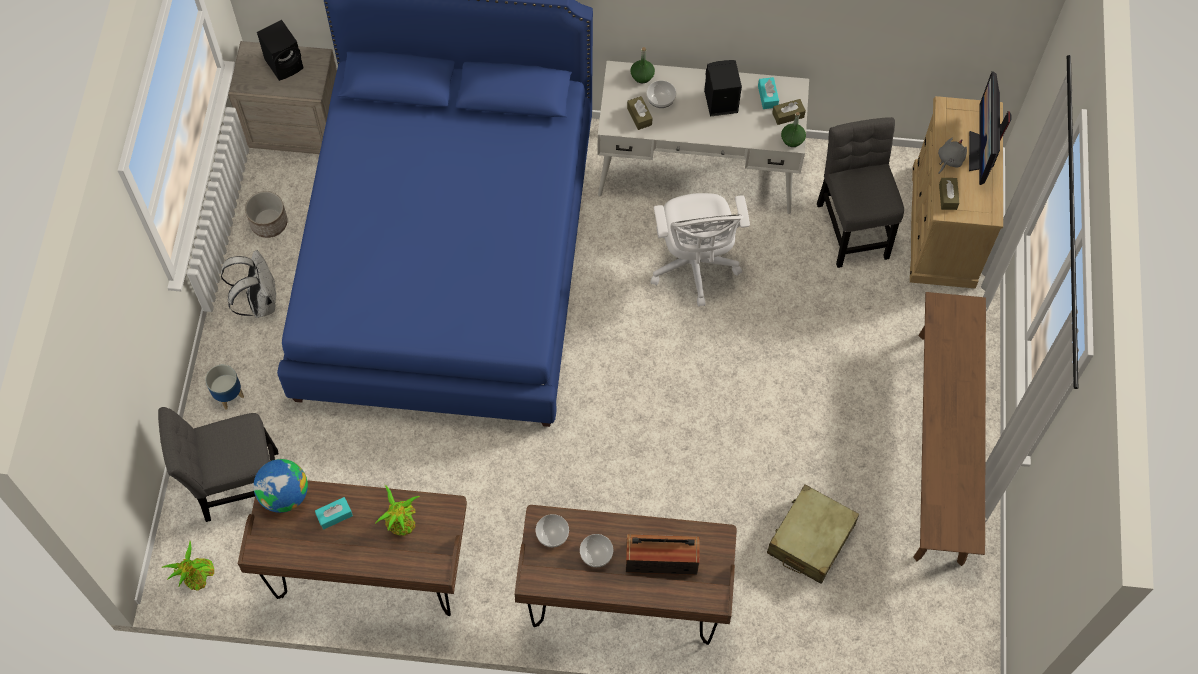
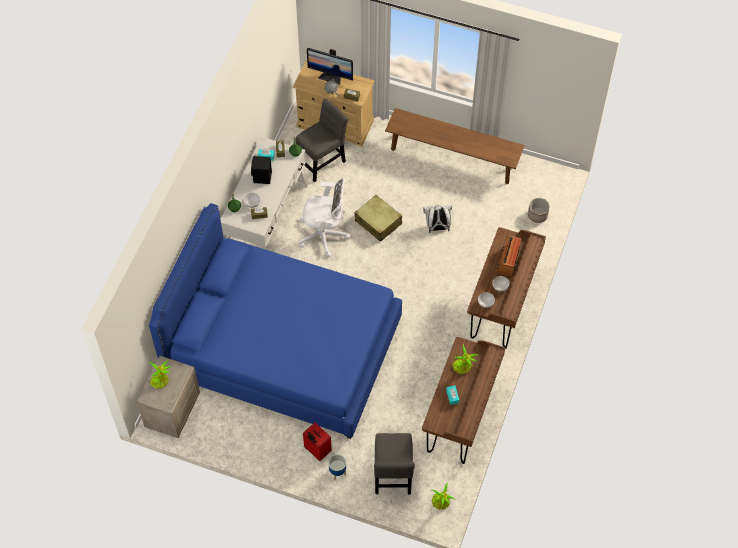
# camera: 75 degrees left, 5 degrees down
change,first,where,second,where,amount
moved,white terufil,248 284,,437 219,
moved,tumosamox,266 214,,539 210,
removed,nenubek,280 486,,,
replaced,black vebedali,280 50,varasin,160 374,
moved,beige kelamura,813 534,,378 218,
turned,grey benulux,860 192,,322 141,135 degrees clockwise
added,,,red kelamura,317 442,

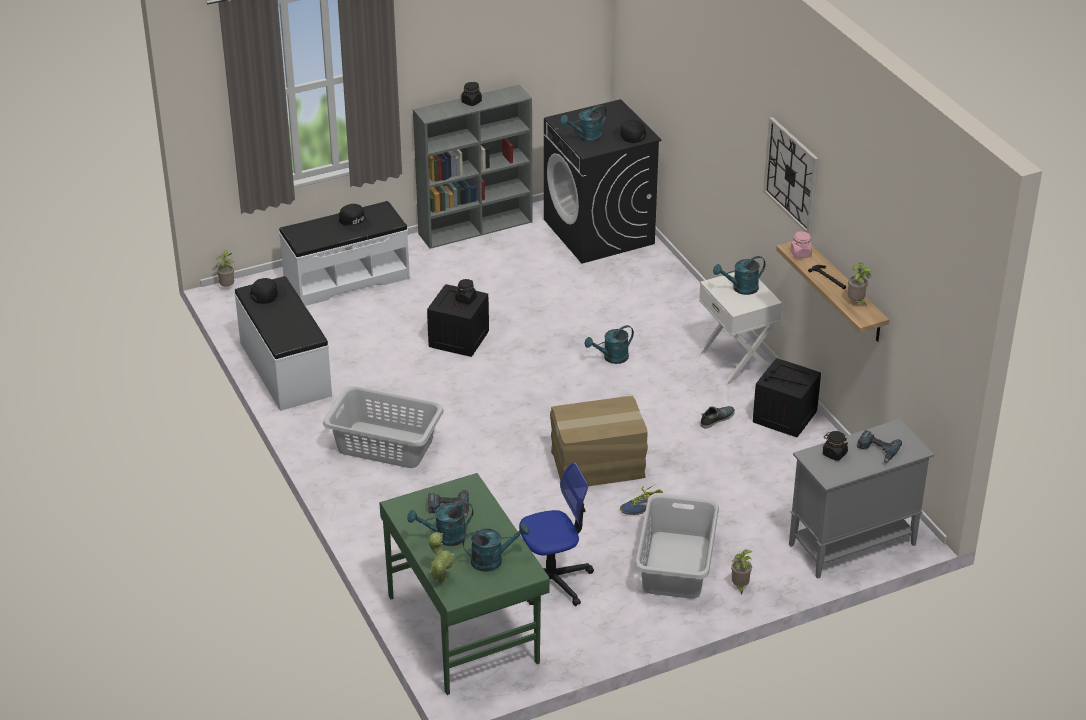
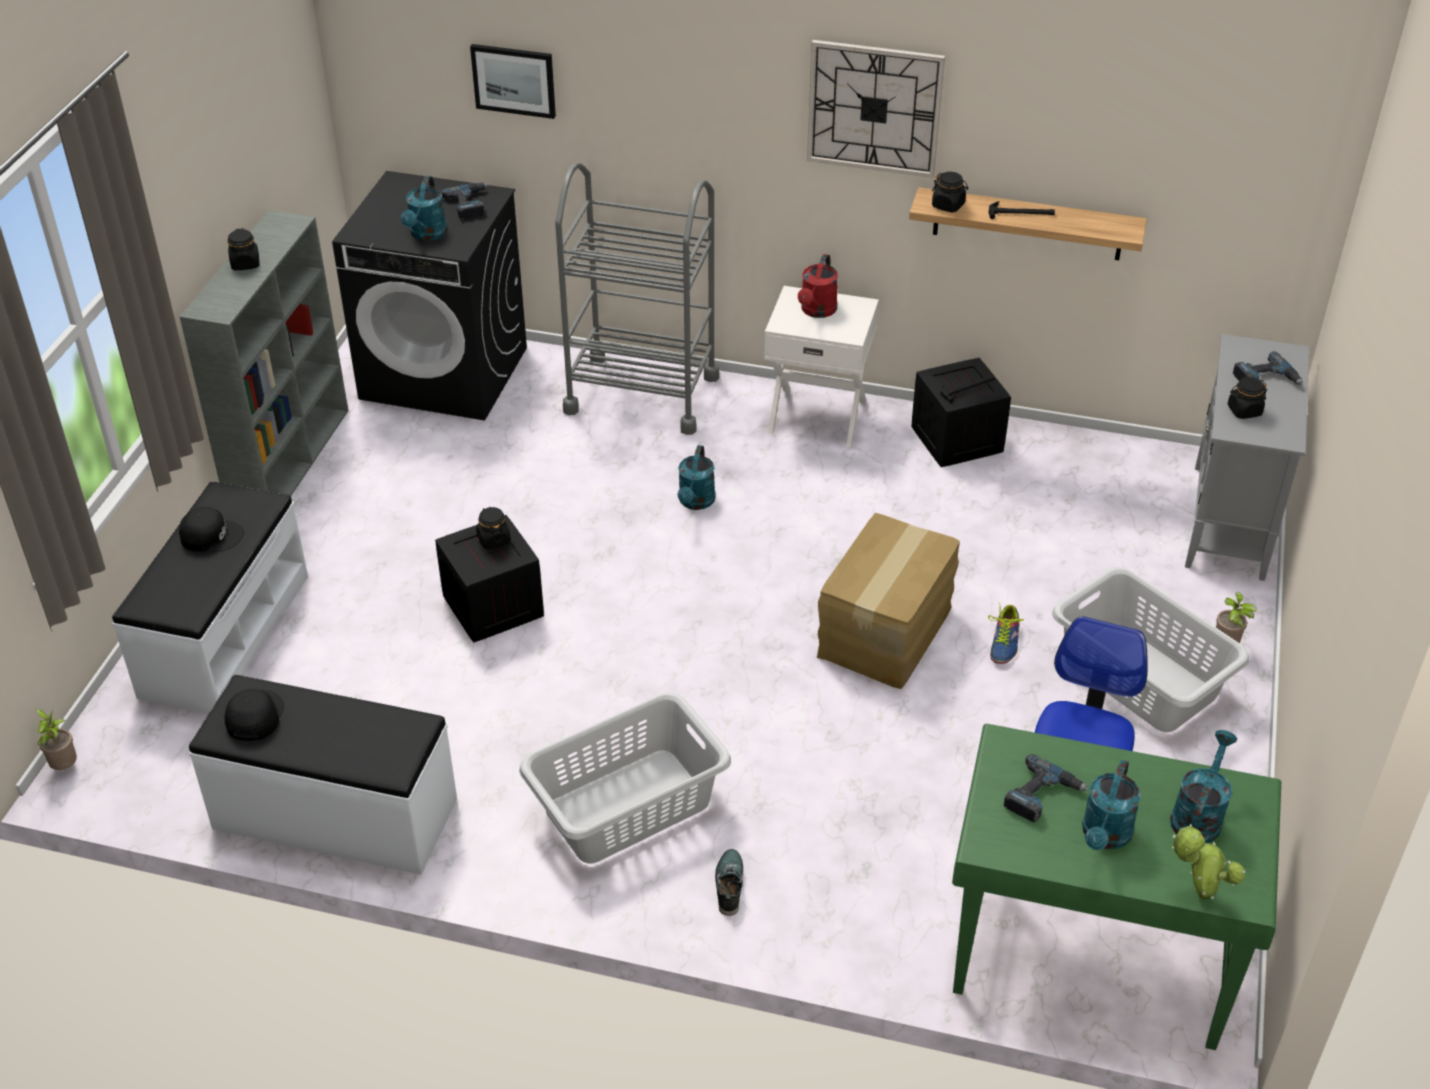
# camera: 50 degrees left, 5 degrees up
change,first,where,second,where,amount
replaced,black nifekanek,629 131,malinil,465 201,
moved,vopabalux,717 417,,729 882,
recoloured,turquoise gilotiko,739 275,red gilotiko,818 286,
recoloured,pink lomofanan,801 244,black lomofanan,950 192,
removed,varasin,860 284,,,
added,,,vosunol,513 81,
added,,,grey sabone,637 298,

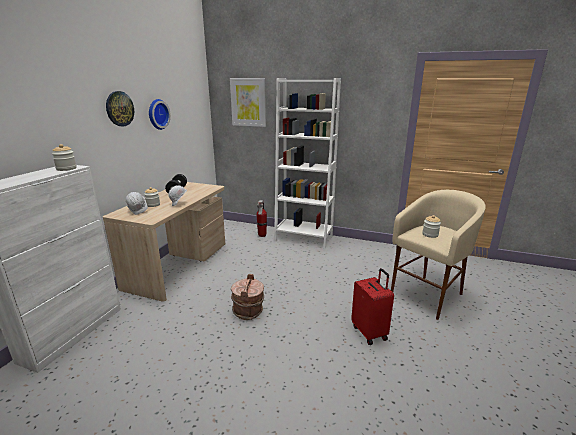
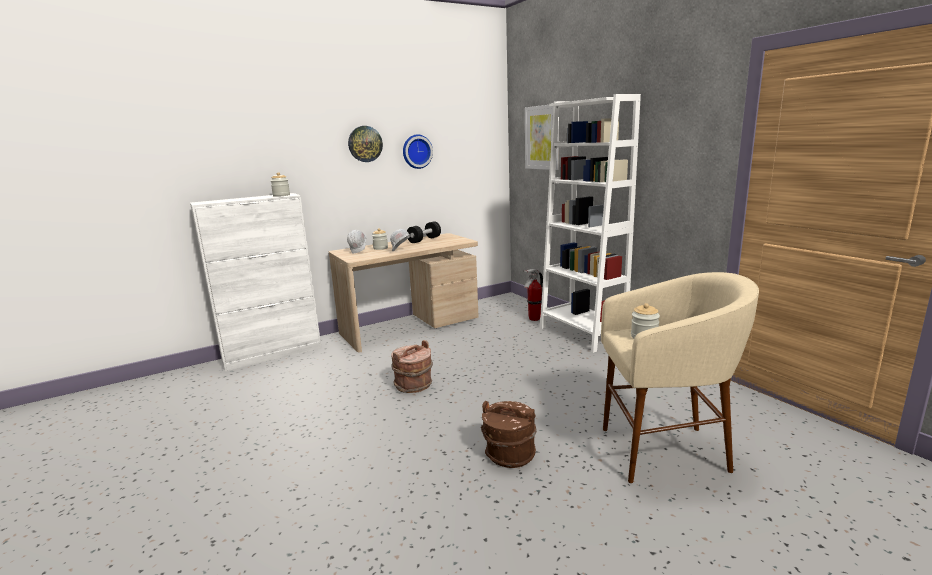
# camera: 40 degrees right, 5 degrees down
change,first,where,second,where,amount
replaced,red kelamura,372 306,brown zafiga,509 434,

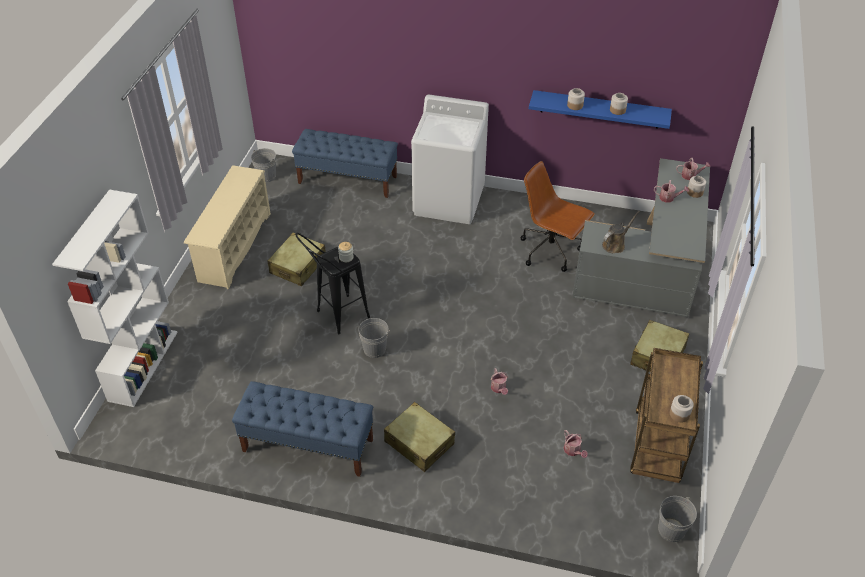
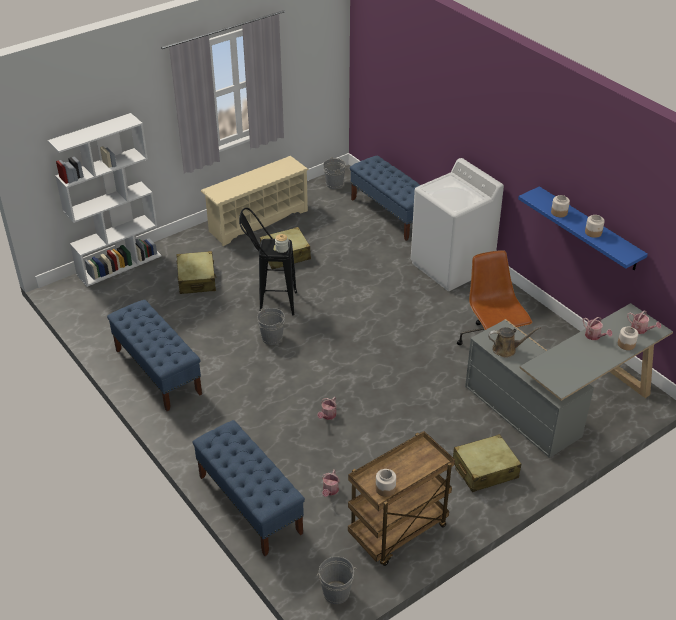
# camera: 40 degrees right, 5 degrees down
change,first,where,second,where,amount
moved,beige kelamura,419 437,,196 272,
added,,,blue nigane,248 488,

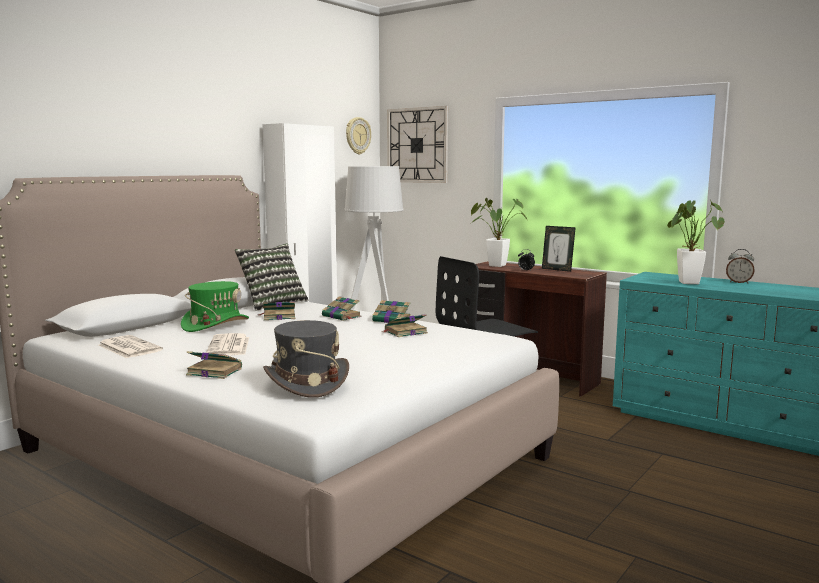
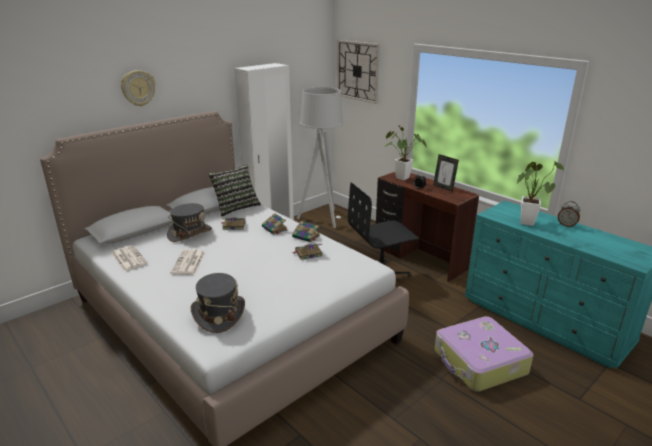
# camera: 10 degrees right, 15 degrees up
change,first,where,second,where,amount
recoloured,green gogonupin,215 306,grey gogonupin,189 222,
removed,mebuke,214 365,,,
moved,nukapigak,358 136,,138 88,
added,,,kelamura,484 354,

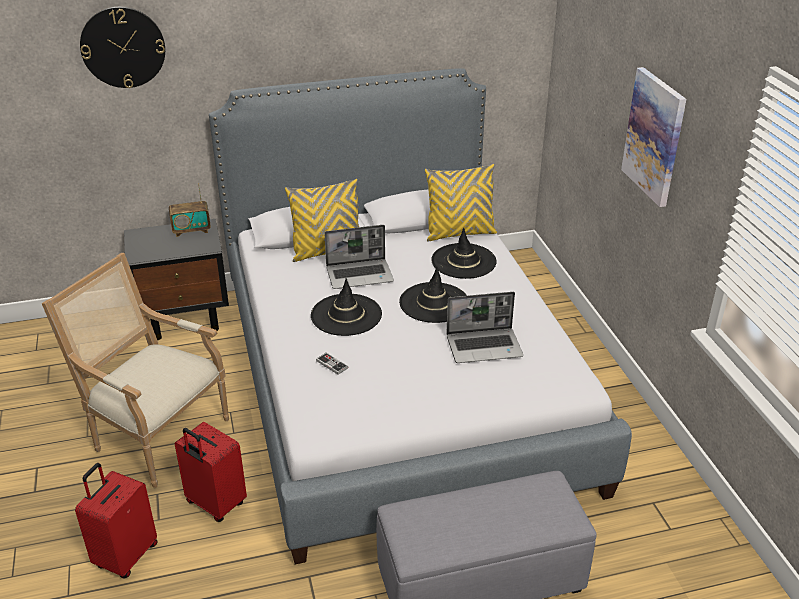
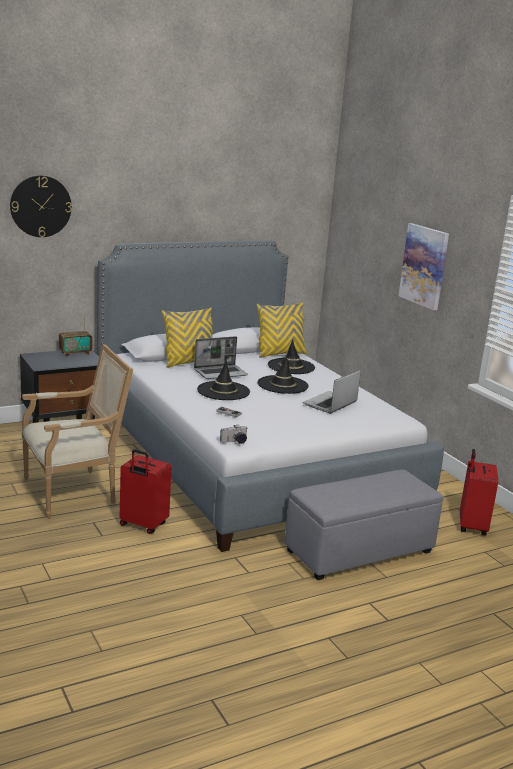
# camera: 15 degrees left, 15 degrees down
change,first,where,second,where,amount
turned,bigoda,135 370,,77 431,135 degrees clockwise
moved,red kelamura,116 521,,479 492,
turned,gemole,484 327,,332 391,150 degrees clockwise
added,,,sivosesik,233 434,

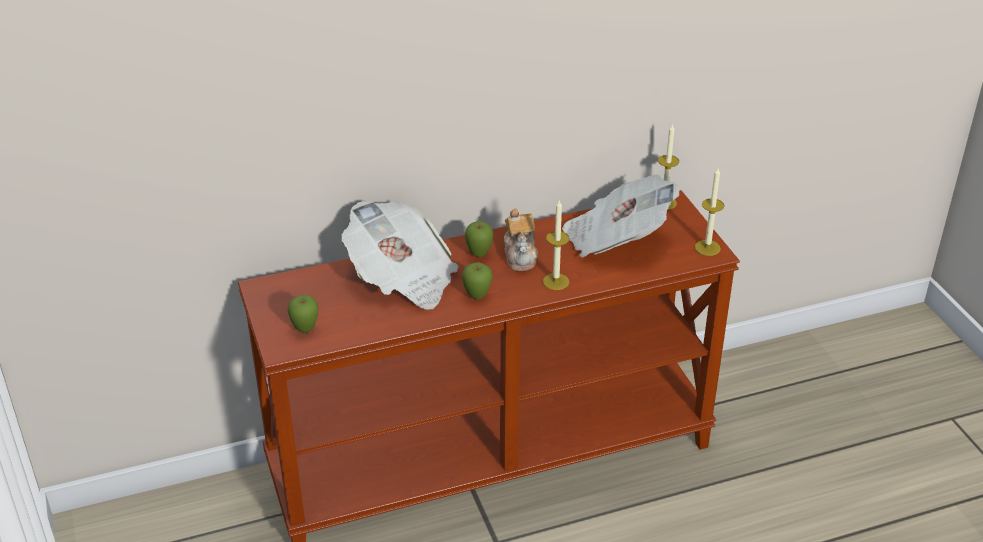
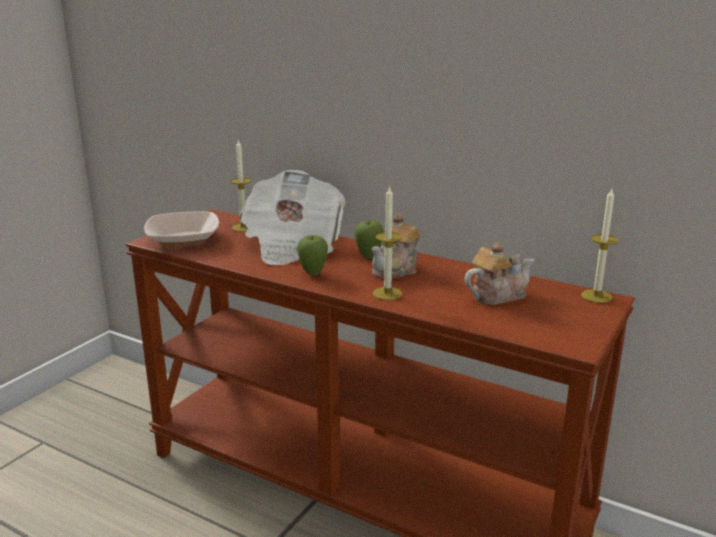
# camera: 50 degrees right, 15 degrees down
change,first,where,second,where,amount
replaced,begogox,302 314,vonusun,181 229,
replaced,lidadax,620 216,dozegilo,499 273,
moved,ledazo,709 212,,241 186,

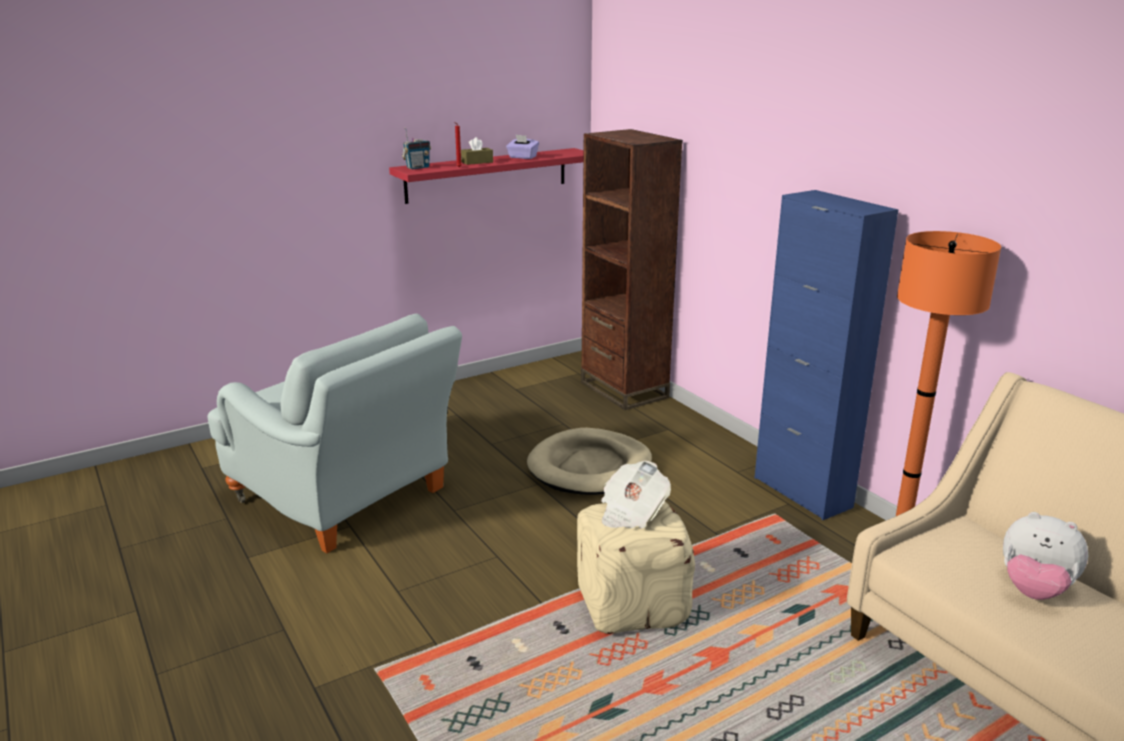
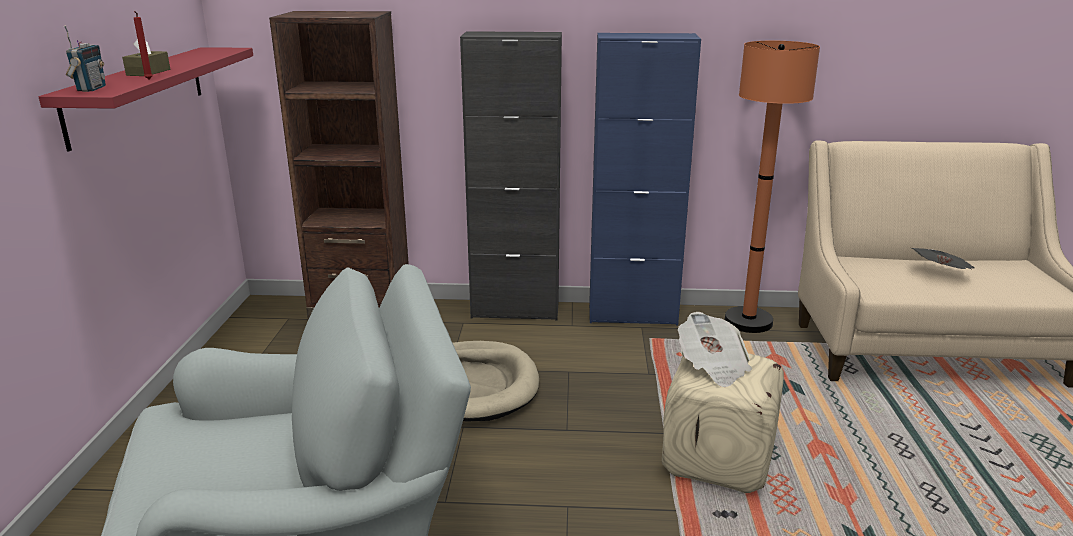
# camera: 55 degrees left, 0 degrees up
change,first,where,second,where,amount
removed,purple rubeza,522 146,,,
replaced,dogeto,1045 556,lidadax,943 259,
added,,,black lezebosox,511 176,

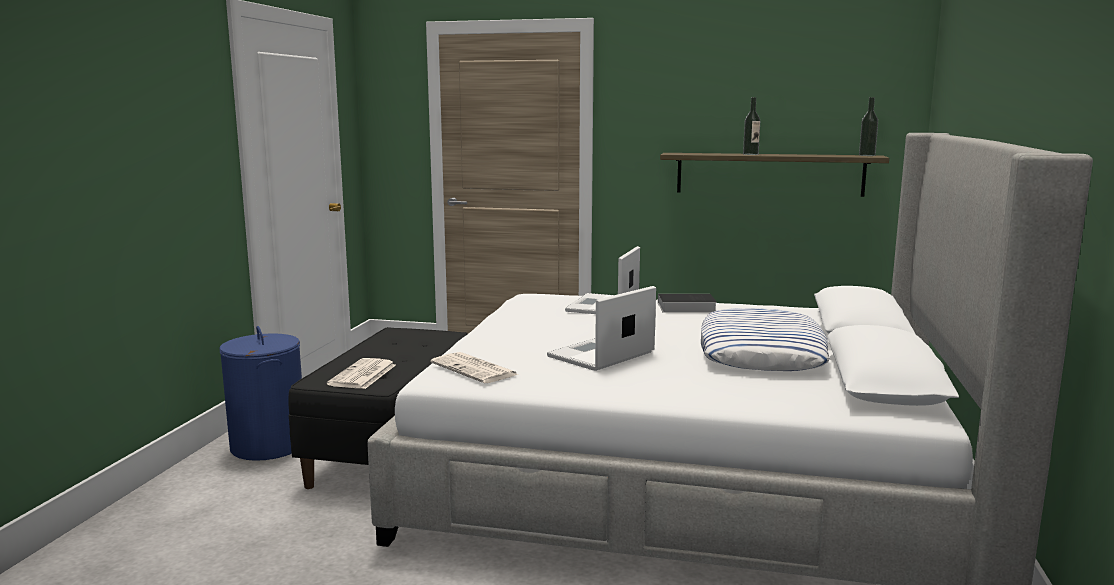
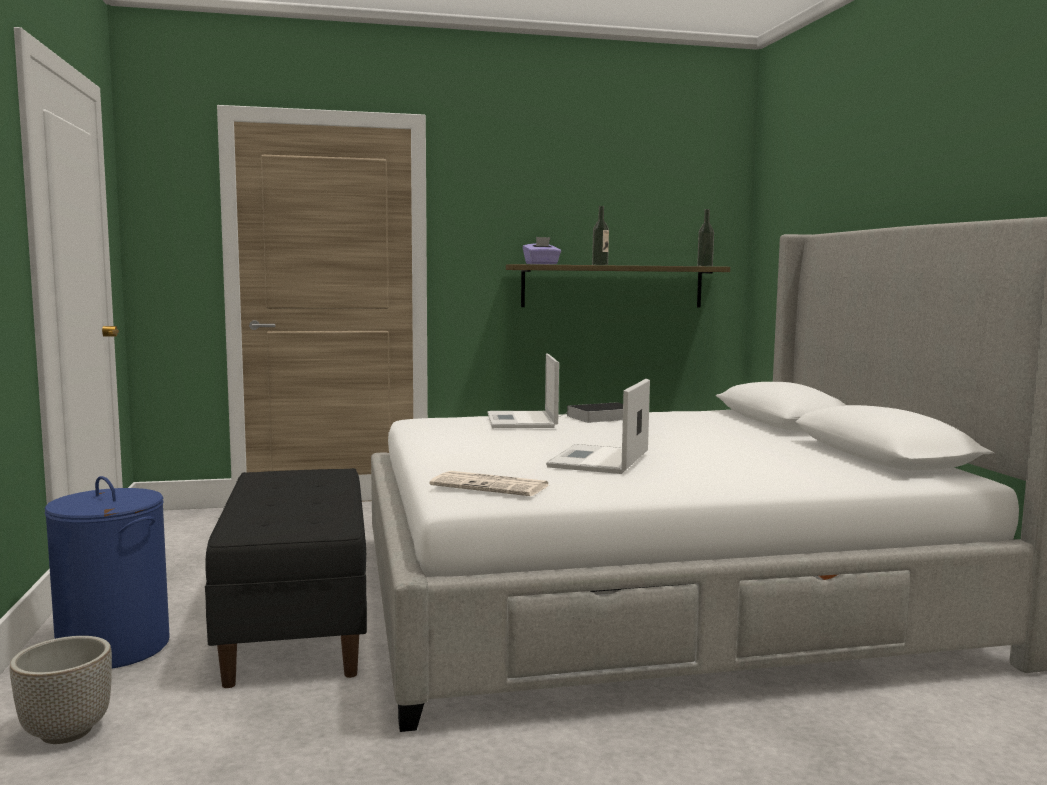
# camera: 25 degrees left, 5 degrees down
change,first,where,second,where,amount
removed,lidadax,361 373,,,
removed,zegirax,765 339,,,
added,,,tumosamox,60 690,
added,,,purple rubeza,542 250,

